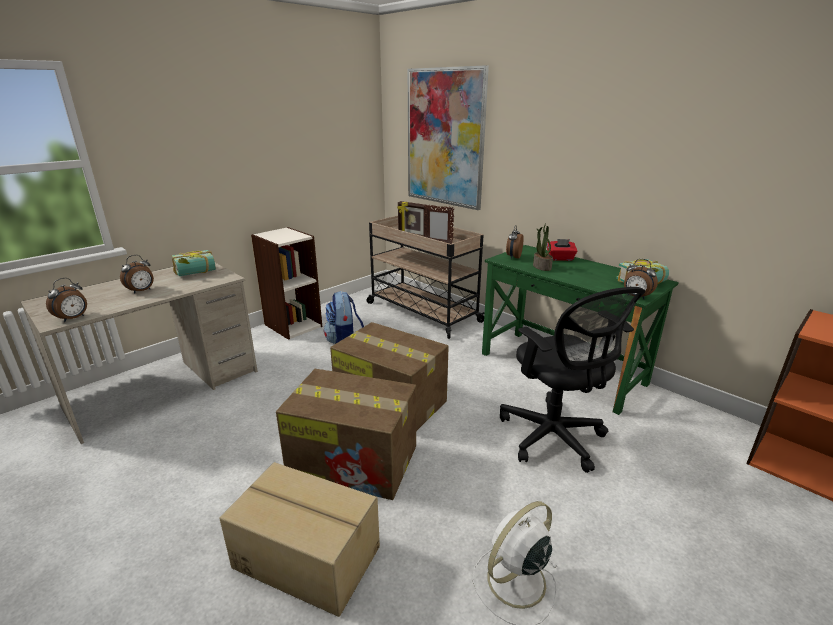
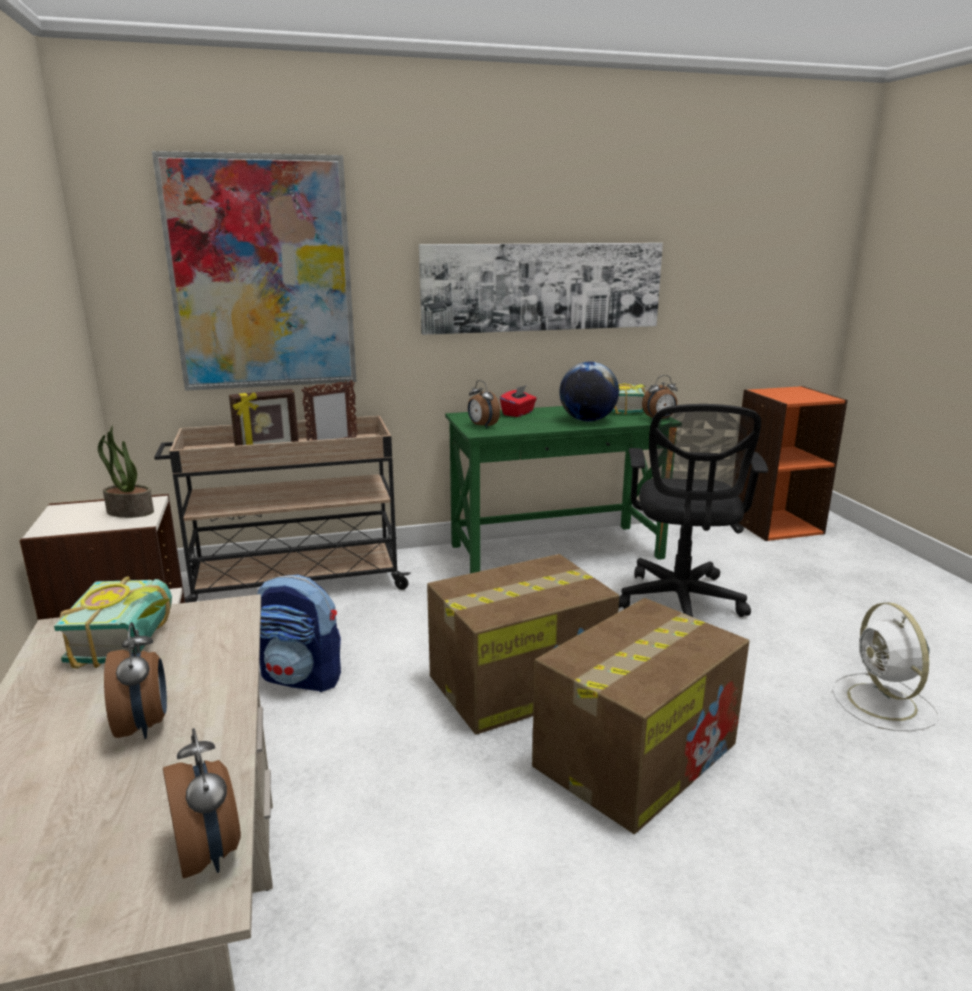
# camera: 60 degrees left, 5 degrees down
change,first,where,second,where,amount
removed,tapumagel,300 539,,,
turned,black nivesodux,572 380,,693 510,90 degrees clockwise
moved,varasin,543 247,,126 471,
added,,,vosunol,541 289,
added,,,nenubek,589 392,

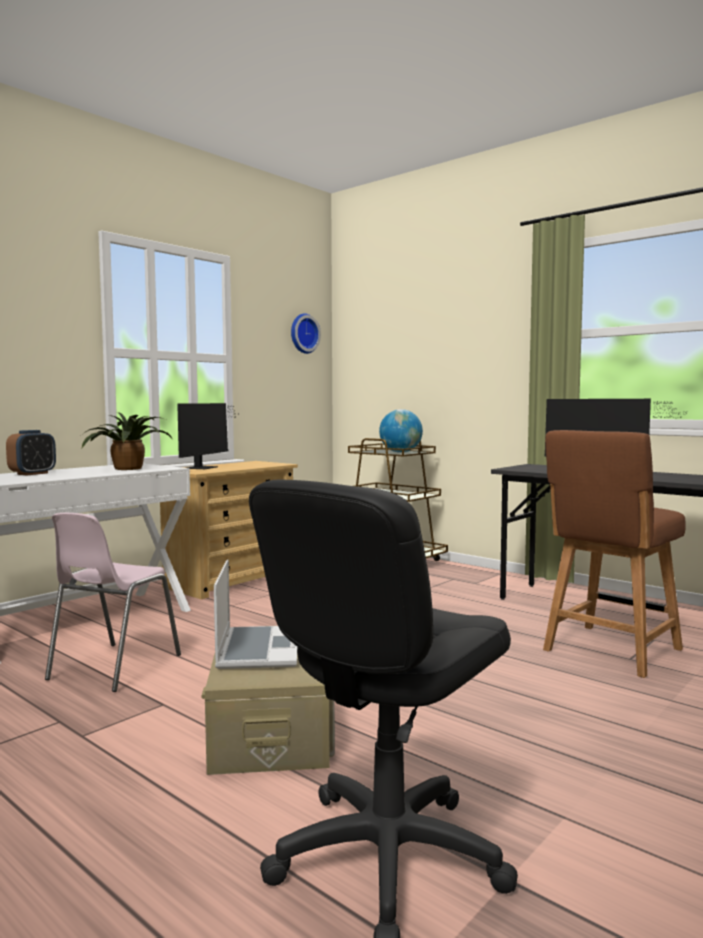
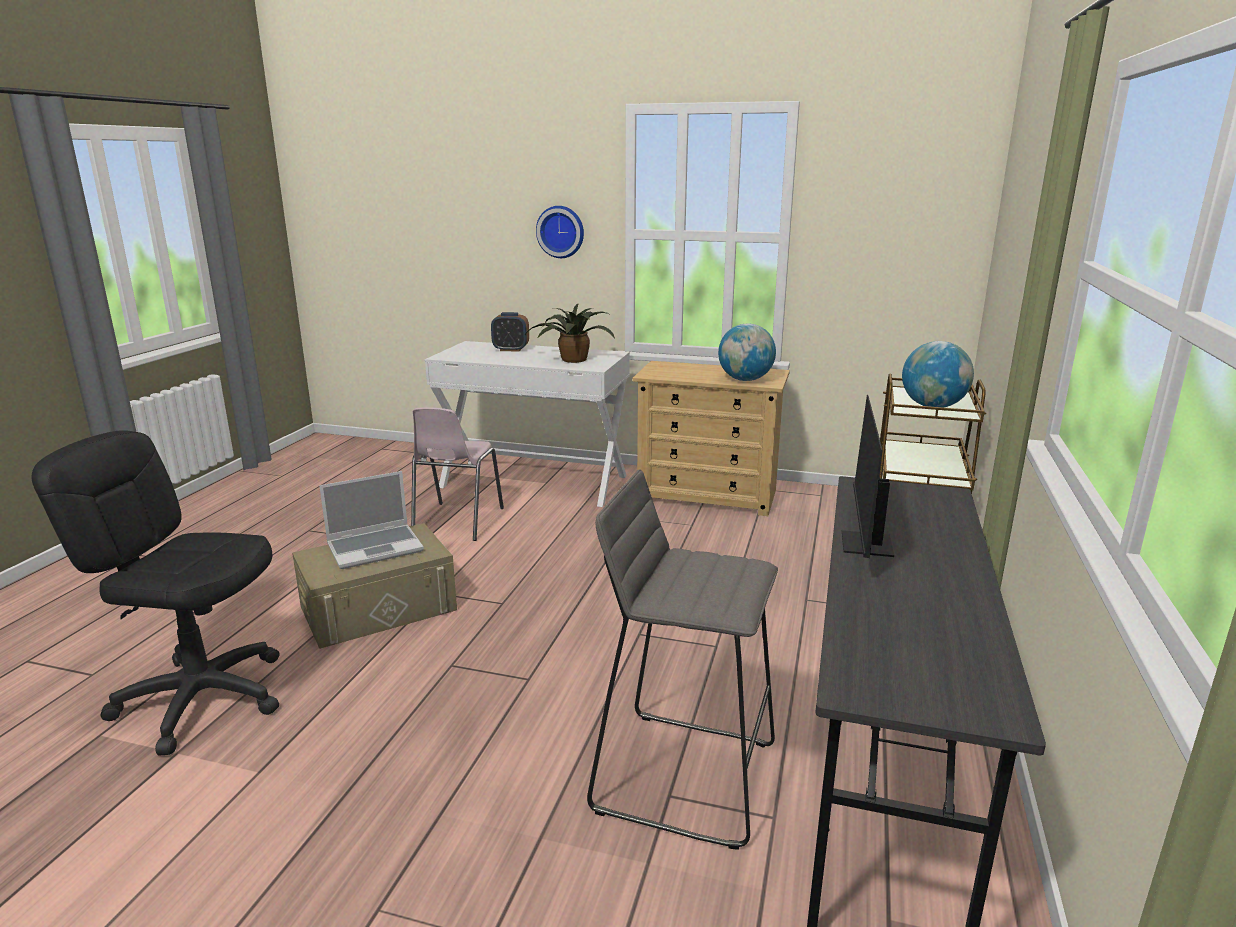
# camera: 65 degrees right, 15 degrees up
change,first,where,second,where,amount
turned,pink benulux,113 602,,457 474,75 degrees counterclockwise
removed,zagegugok,207 436,,,
moved,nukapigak,306 333,,560 232,
replaced,brown benulux,614 554,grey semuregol,682 659,
added,,,nenubek,747 352,

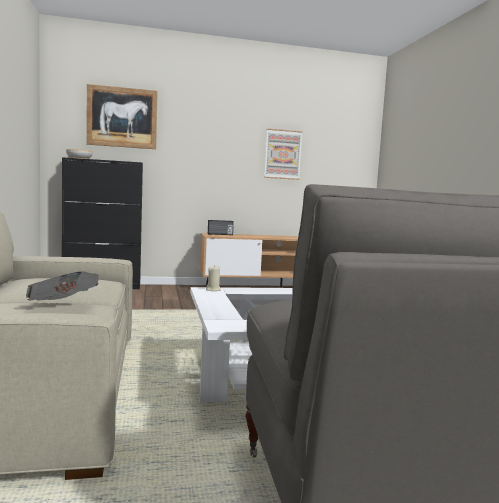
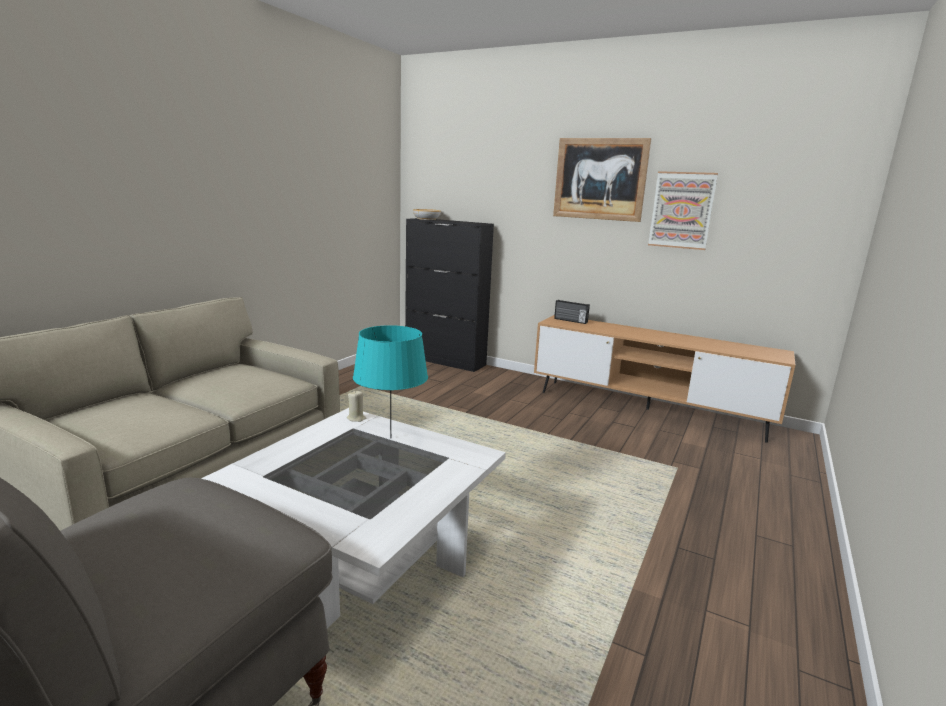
# camera: 40 degrees right, 10 degrees up
change,first,where,second,where,amount
removed,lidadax,62 286,,,
moved,vosunol,122 116,,602 180,
added,,,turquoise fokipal,390 381,

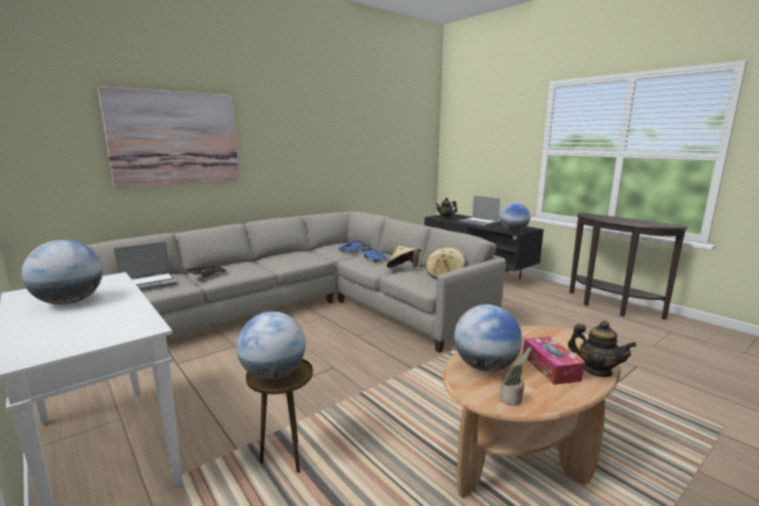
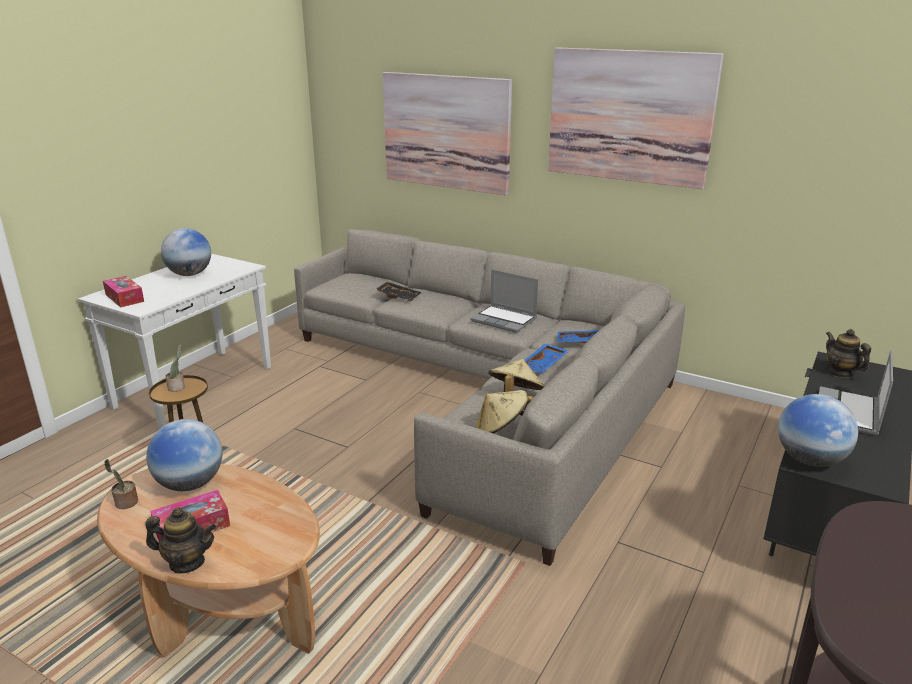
# camera: 70 degrees right, 10 degrees up
change,first,where,second,where,amount
moved,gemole,145 266,,504 301,
replaced,nenubek,271 345,varasin,175 368,
turned,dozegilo,602 349,,181 540,105 degrees counterclockwise
added,,,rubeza,123 292,
added,,,vosunol,636 118,

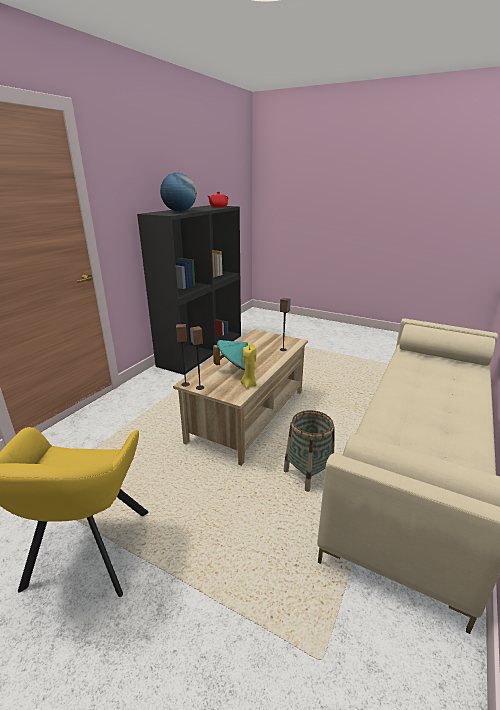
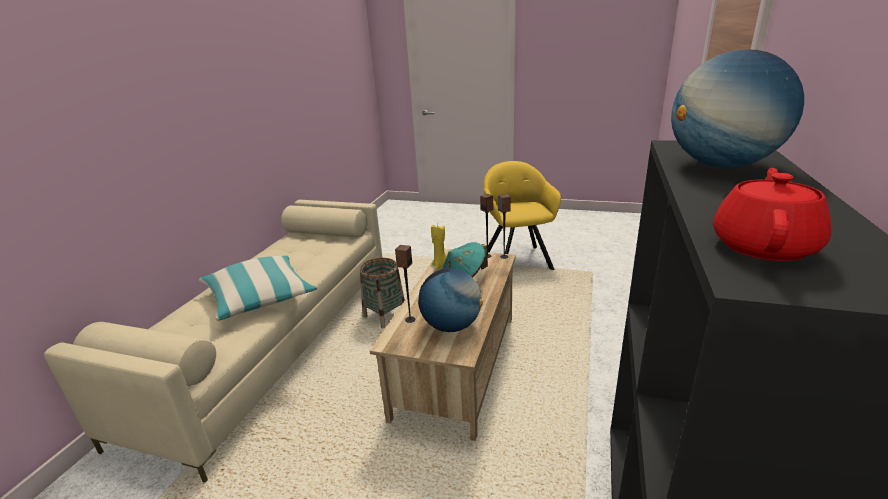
# camera: 170 degrees right, 0 degrees up
change,first,where,second,where,amount
added,,,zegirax,257 288,
added,,,nenubek,450 300,

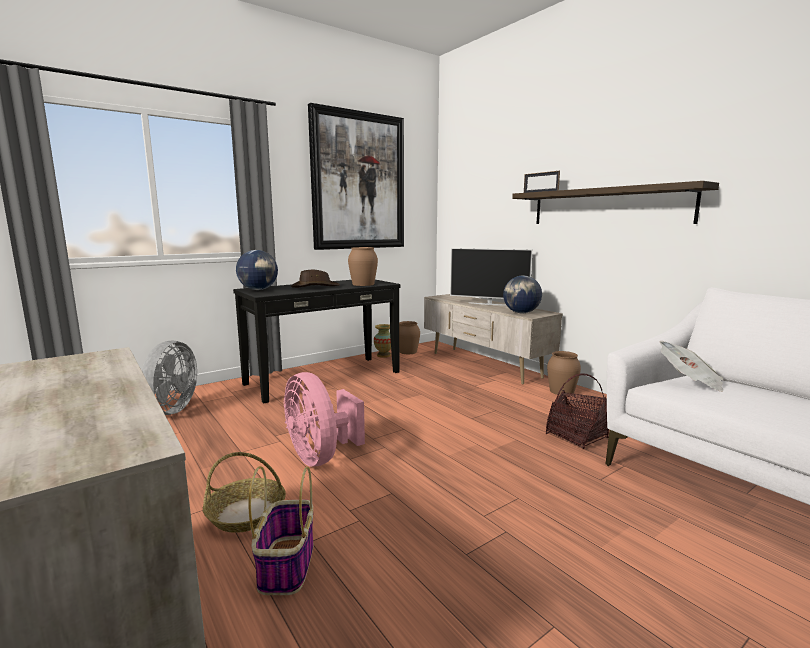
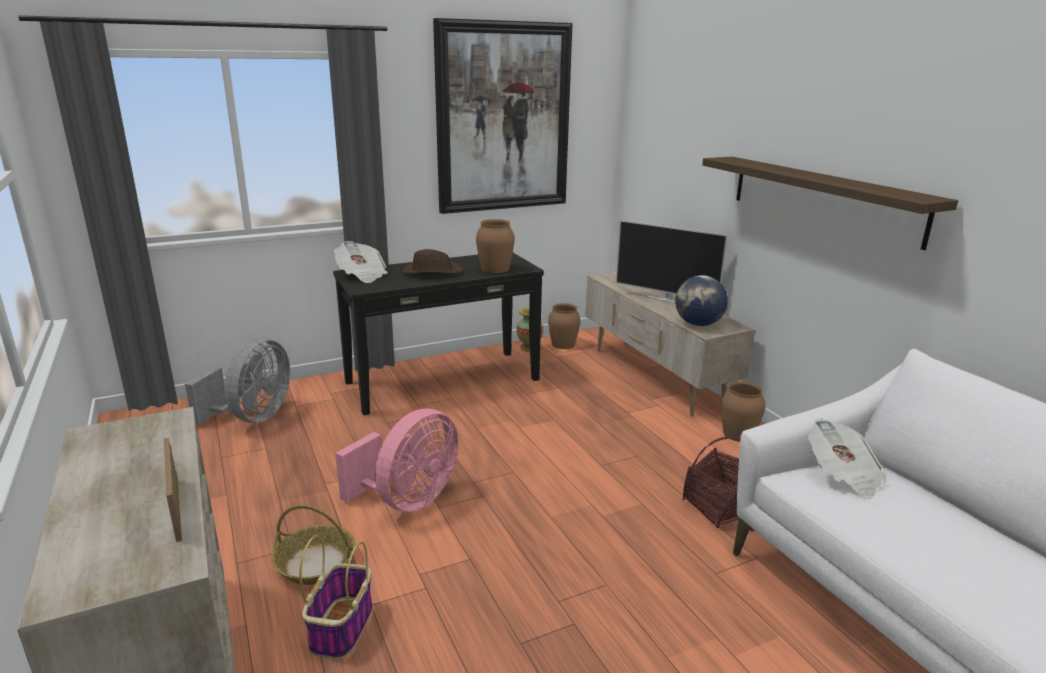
# camera: 10 degrees right, 10 degrees up
change,first,where,second,where,amount
replaced,nenubek,257 270,lidadax,361 262,
turned,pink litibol,324 419,,396 460,120 degrees counterclockwise
moved,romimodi,542 182,,173 490,

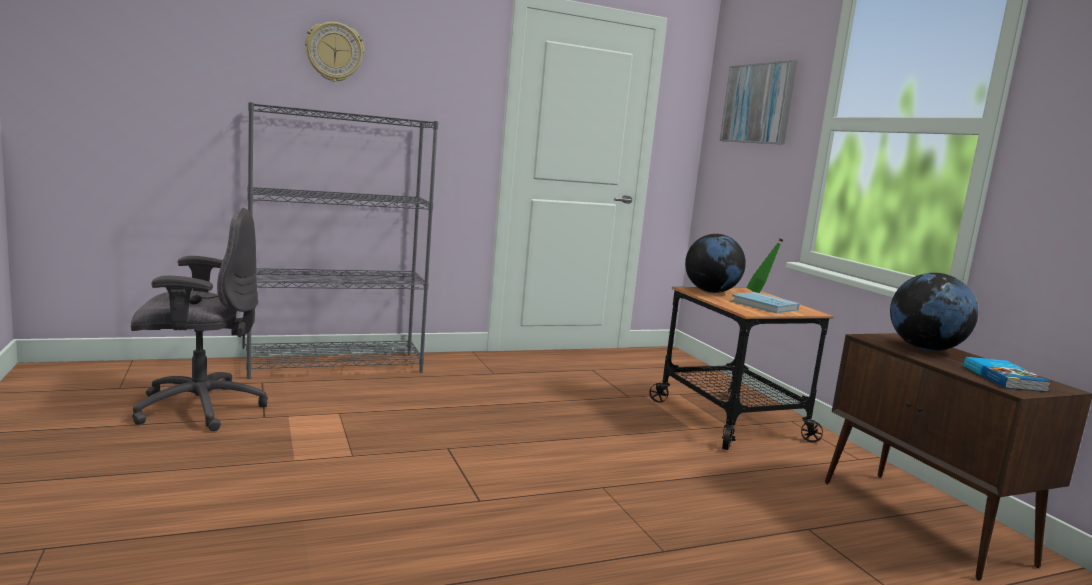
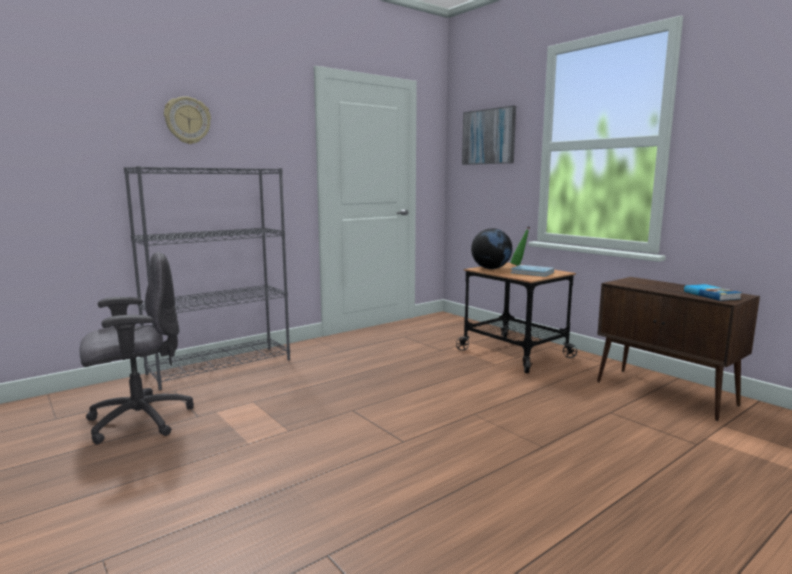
# camera: 15 degrees left, 0 degrees up
change,first,where,second,where,amount
removed,nenubek,934 312,,,

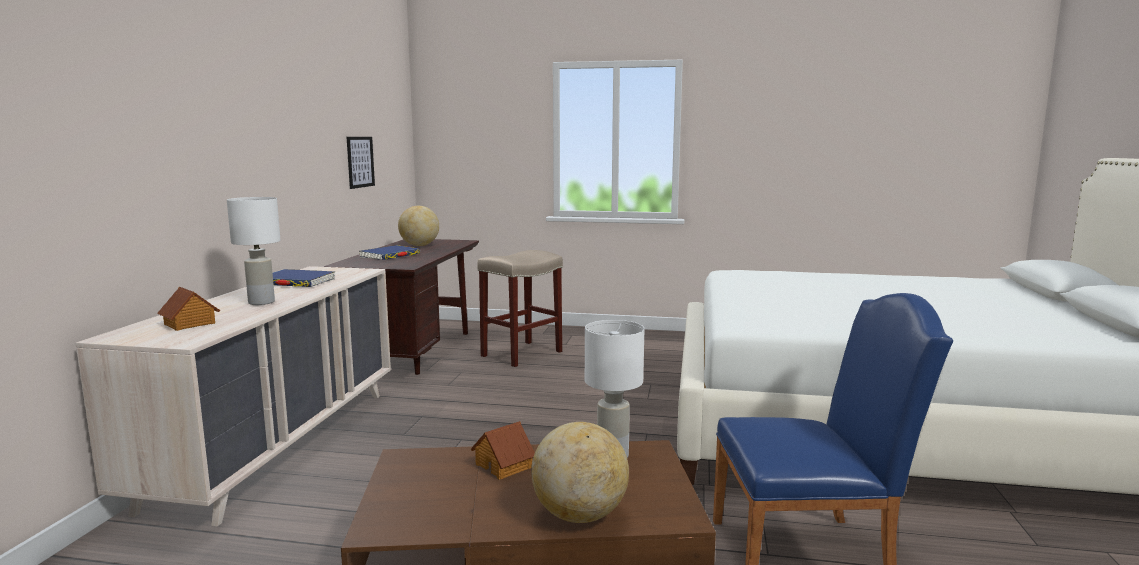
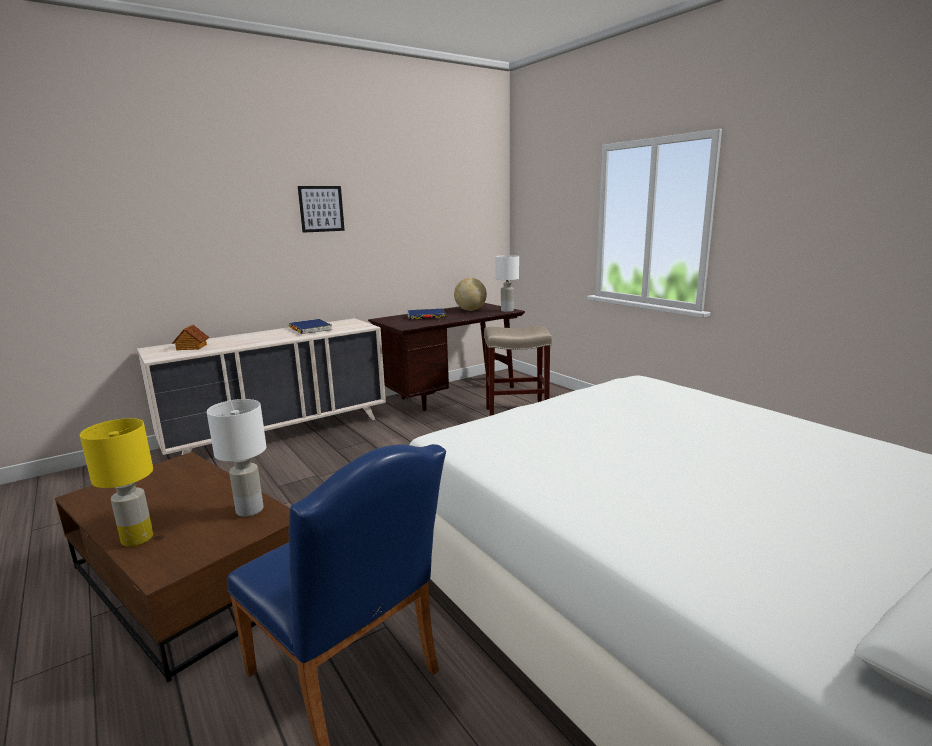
# camera: 45 degrees right, 5 degrees up
change,first,where,second,where,amount
moved,white fokipal,253 251,,507 283,
moved,vosunol,361 163,,321 209,
removed,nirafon,503 450,,,
replaced,nenubek,580 472,yellow fokipal,116 482,

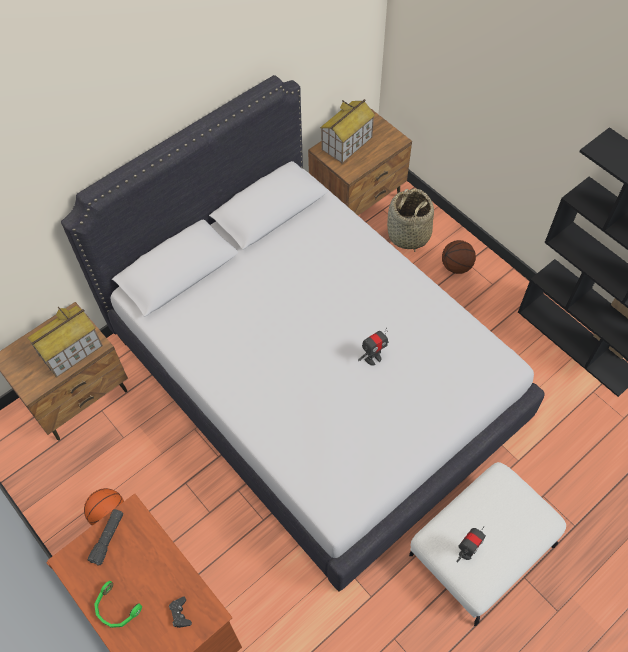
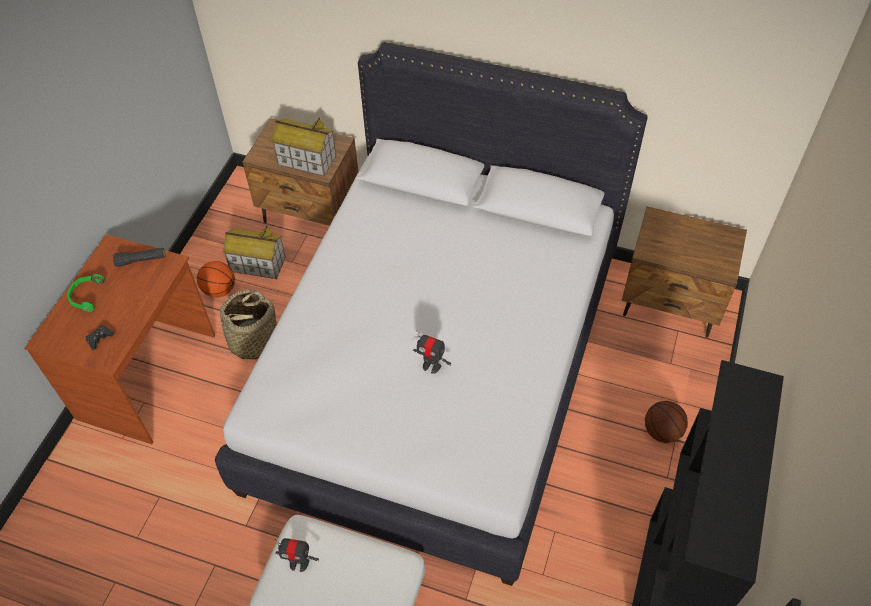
# camera: 60 degrees right, 5 degrees down
change,first,where,second,where,amount
moved,nirafon,347 131,,254 252,
moved,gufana,410 220,,244 324,

